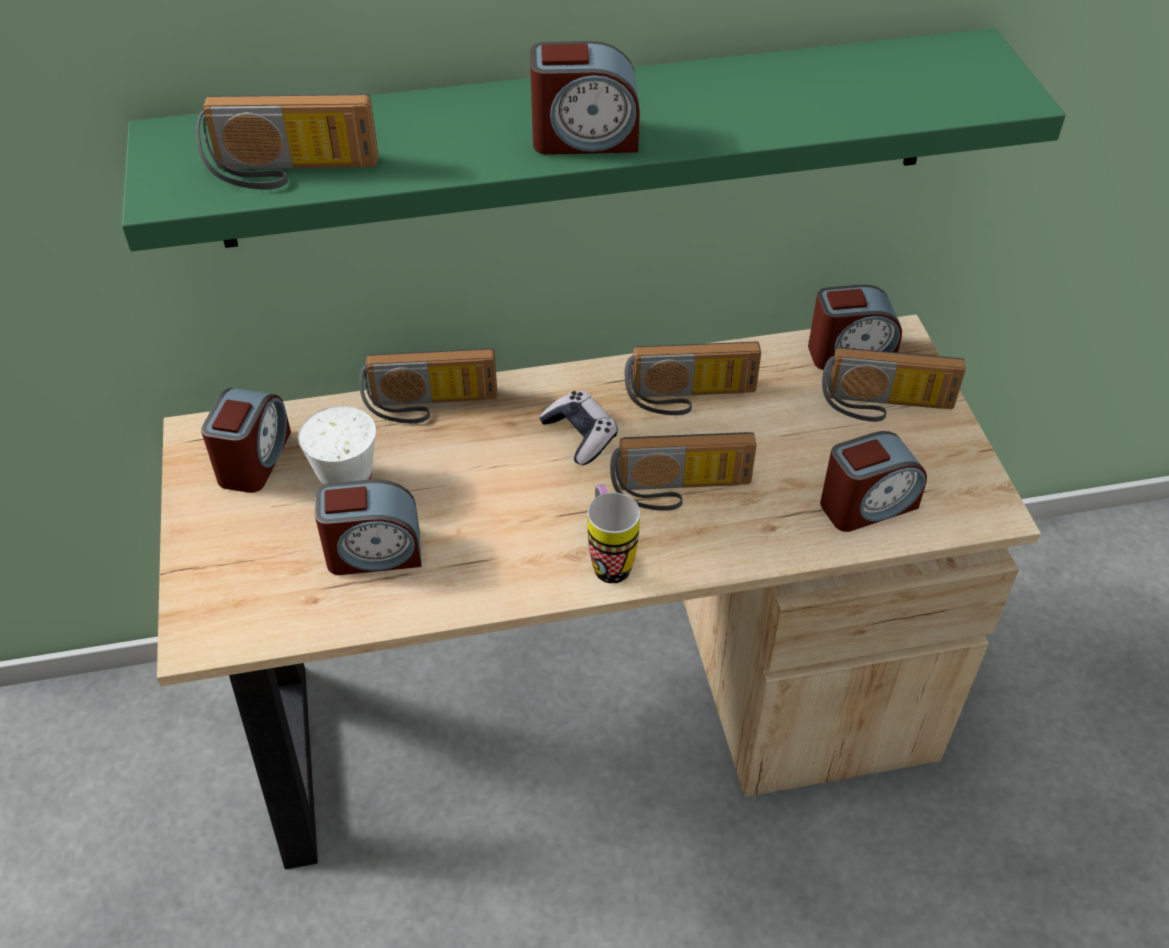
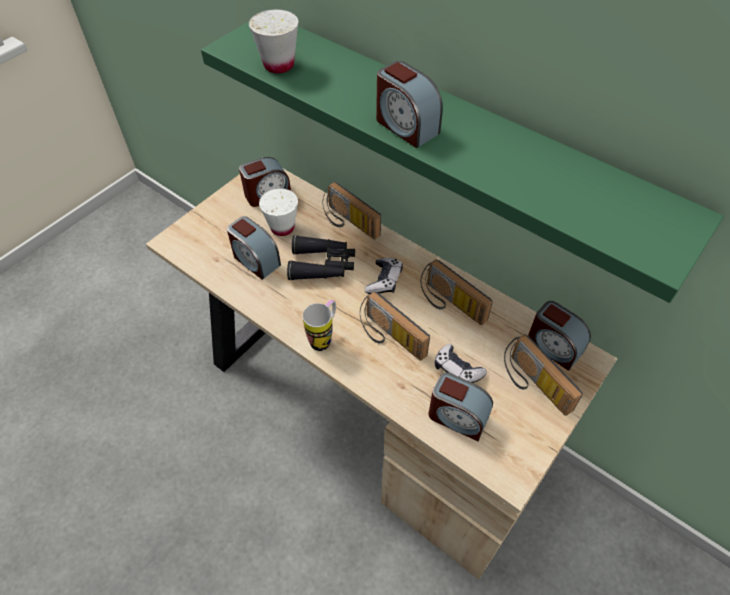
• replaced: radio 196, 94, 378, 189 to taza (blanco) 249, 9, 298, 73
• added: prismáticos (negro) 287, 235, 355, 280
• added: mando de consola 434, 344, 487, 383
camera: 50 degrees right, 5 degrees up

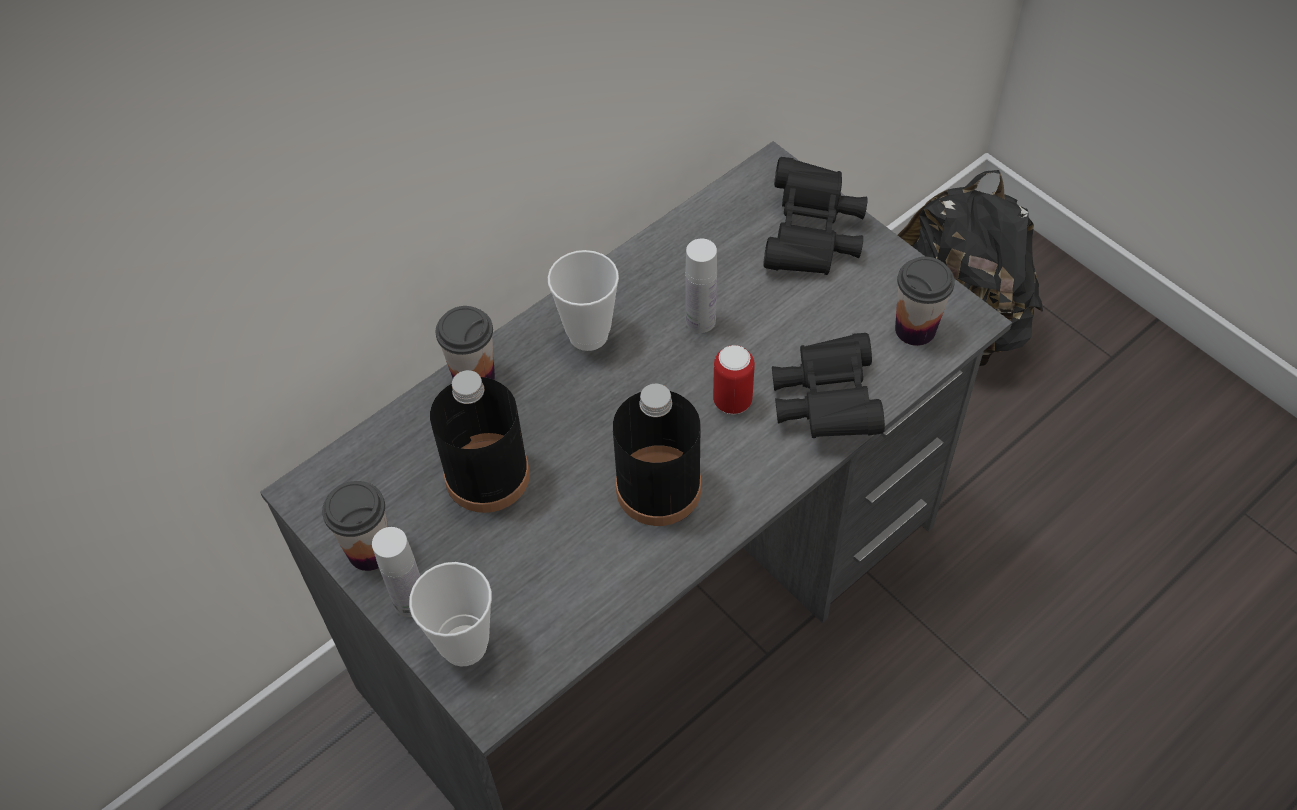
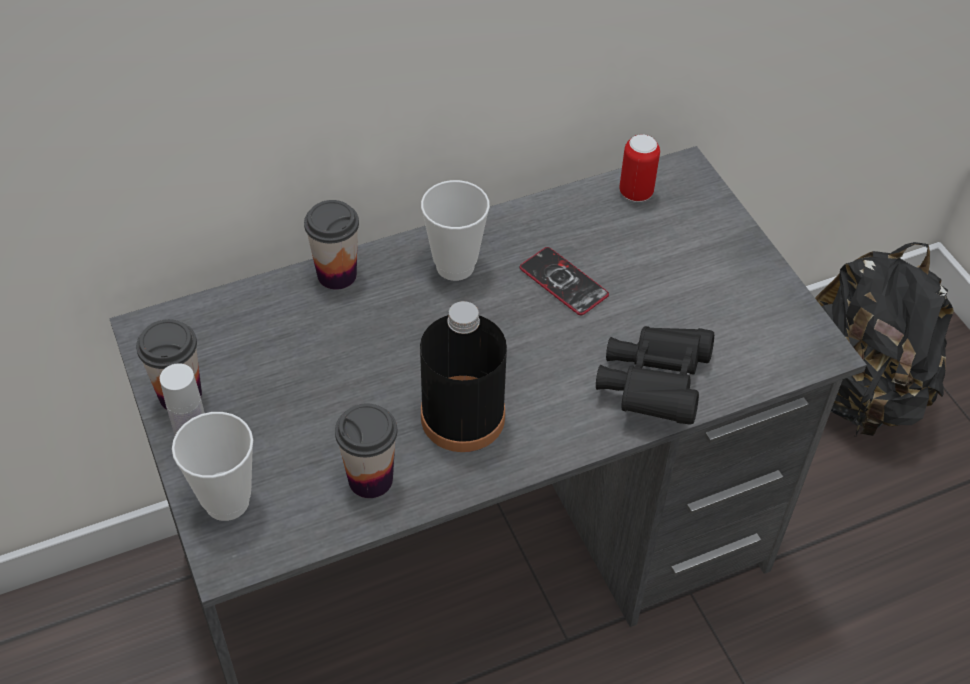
• removed: botella (negro) 430, 370, 530, 513
• replaced: botella (blanco) 685, 238, 717, 333 to móvil 520, 247, 609, 315
• moved: lata 713, 345, 755, 414 to 619, 134, 660, 202
• removed: prismáticos (negro) 763, 157, 868, 275
• moved: taza 895, 257, 955, 346 to 335, 403, 397, 498
camera: 15 degrees right, 5 degrees down

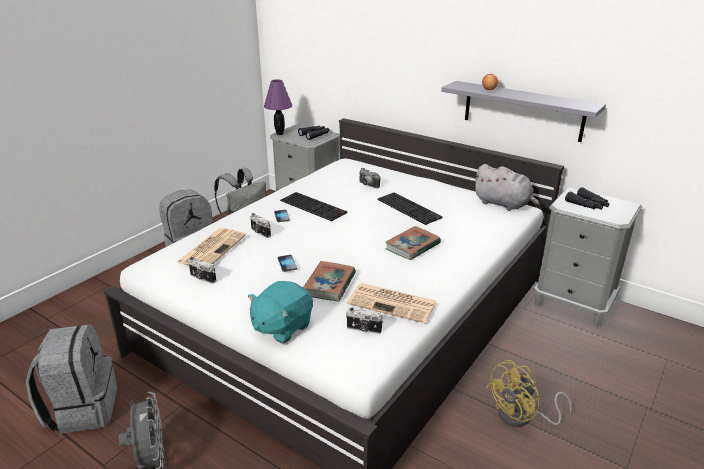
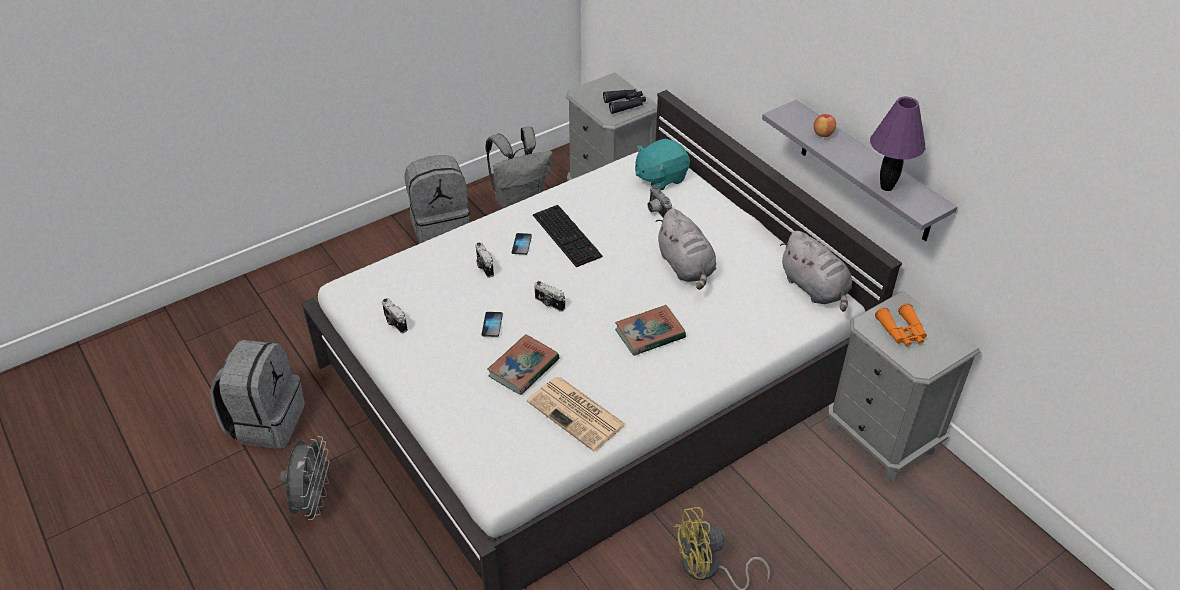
• removed: periódico 176, 228, 246, 266
• moved: peluche (turquesa) 248, 281, 313, 343 to 635, 139, 690, 190
• moved: lámpara de mesa (morado) 264, 79, 292, 135 to 870, 97, 925, 191
• moved: cámara 346, 308, 383, 334 to 534, 281, 565, 312
• replaced: teclado 378, 193, 443, 225 to peluche (gris) 656, 208, 716, 290
• recoloured: prismáticos (negro) 565, 187, 609, 210 to prismáticos (naranja) 875, 303, 927, 347
camera: 20 degrees right, 15 degrees up

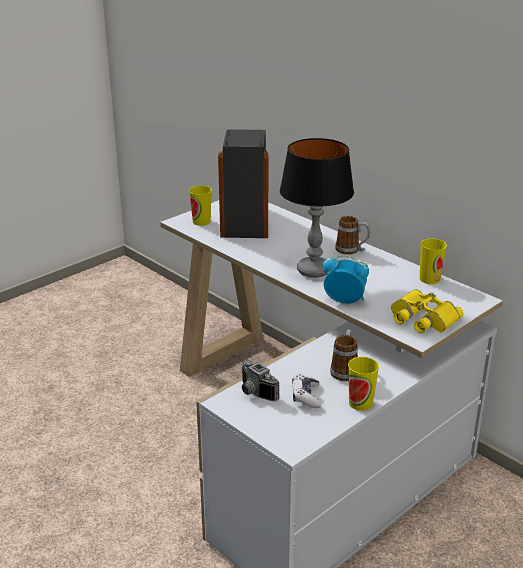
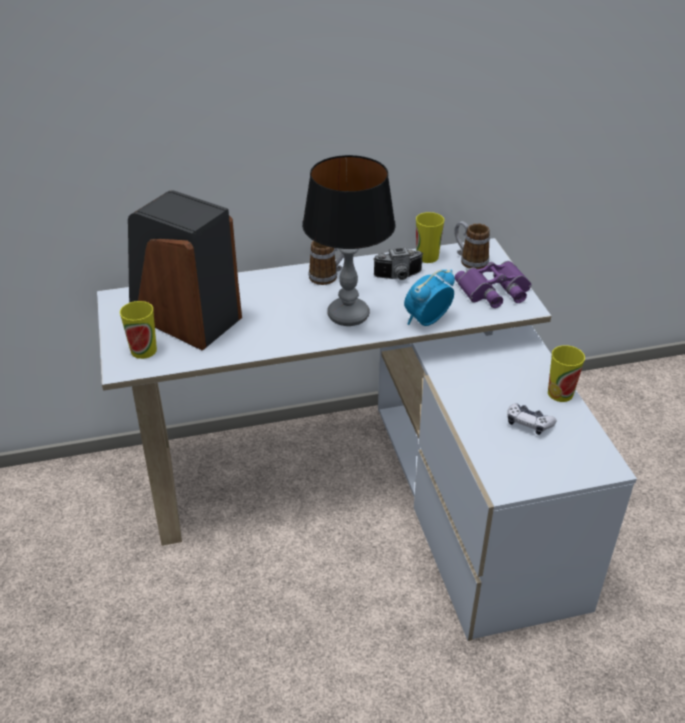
• moved: cámara 242, 360, 279, 401 to 374, 247, 423, 280
• moved: taza grande 330, 330, 358, 381 to 454, 221, 490, 269
• recoloured: prismáticos (amarillo) 391, 289, 464, 333 to prismáticos (morado) 455, 261, 531, 308
camera: 60 degrees left, 10 degrees up

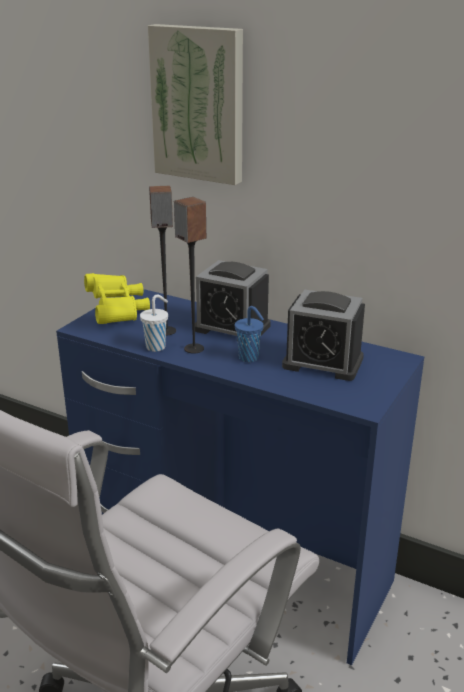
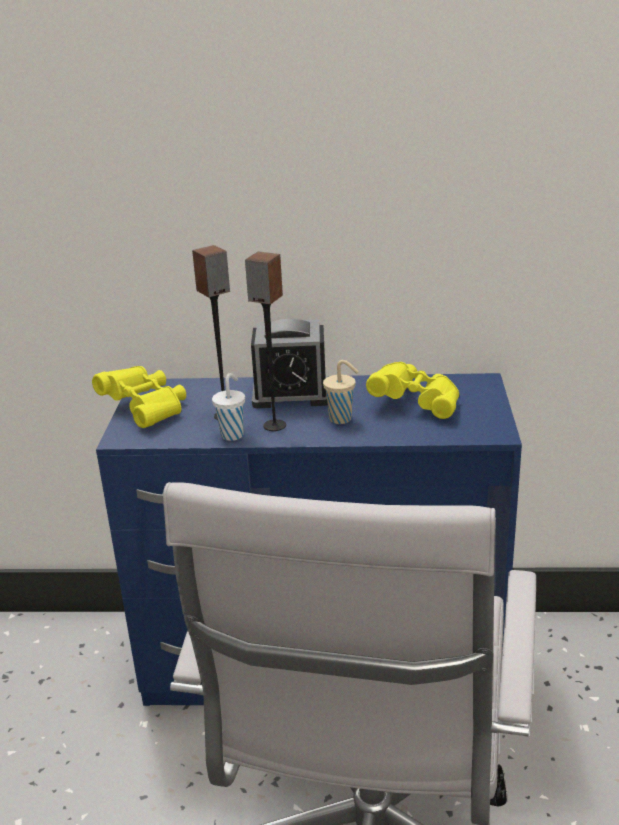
• removed: cuadro 148, 24, 243, 185
• recoloured: taza (azul) 235, 306, 264, 362 to taza (beis) 323, 360, 359, 424
• replaced: despertador 282, 290, 365, 381 to prismáticos (amarillo) 366, 362, 459, 419
camera: 25 degrees left, 0 degrees up

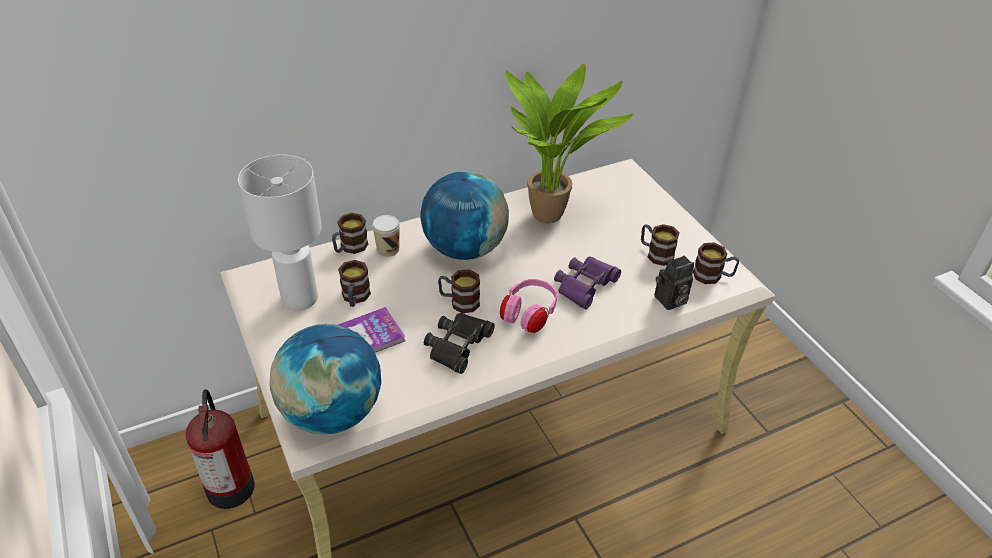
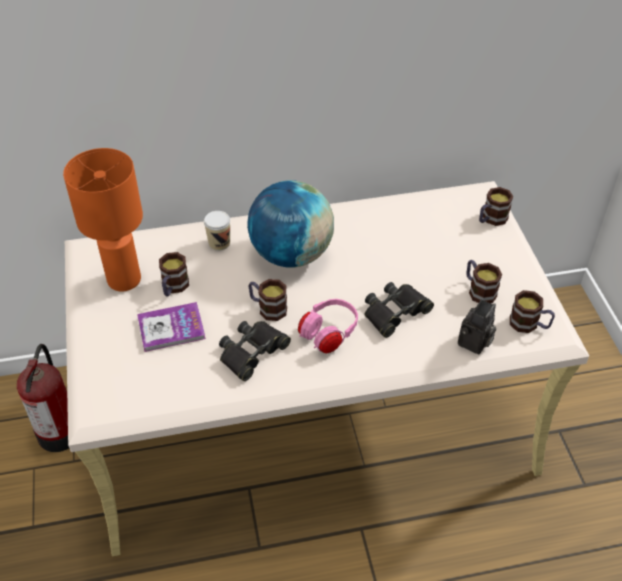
• recoloured: lámpara de mesa (blanco) 238, 154, 322, 311 to lámpara de mesa (naranja) 63, 148, 143, 291
• removed: globo terráqueo 269, 324, 381, 435
• moved: taza grande 332, 213, 368, 254 to 479, 187, 513, 226
• removed: planta en maceta 506, 64, 633, 223
• recoloured: prismáticos (morado) 554, 257, 621, 309 to prismáticos (negro) 365, 282, 434, 338
• turned: cámara 655, 256, 694, 310 = 458, 300, 496, 354 45 degrees counterclockwise
camera: 15 degrees right, 5 degrees up

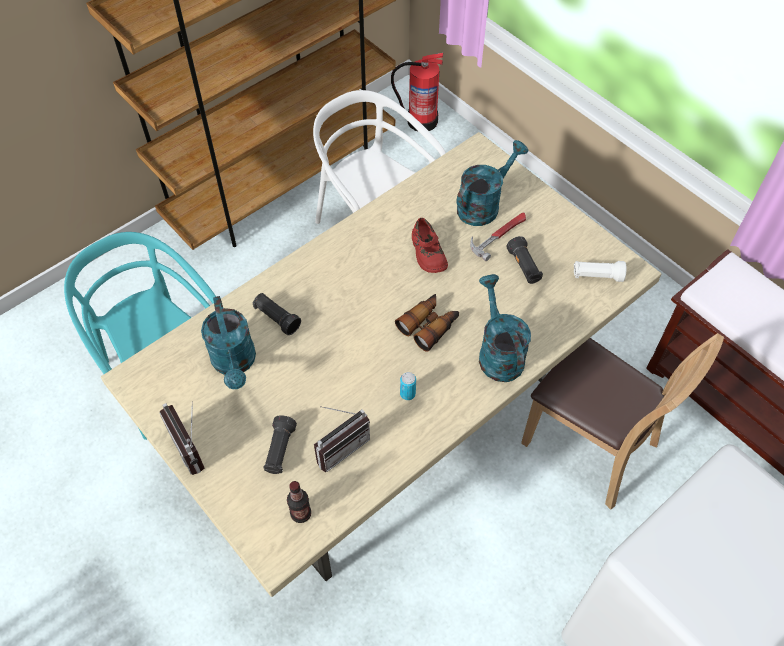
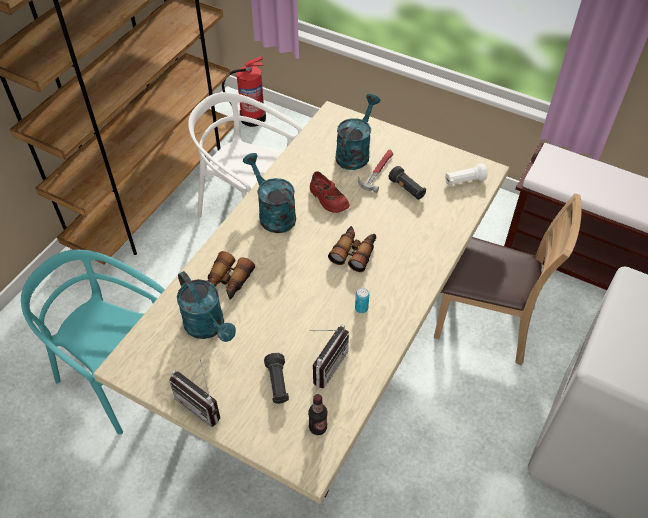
• replaced: linterna (negro) 252, 293, 301, 335 to prismáticos 208, 251, 255, 300
• moved: regadera (turquesa) 479, 274, 531, 382 to 243, 153, 296, 233
camera: 20 degrees left, 5 degrees down

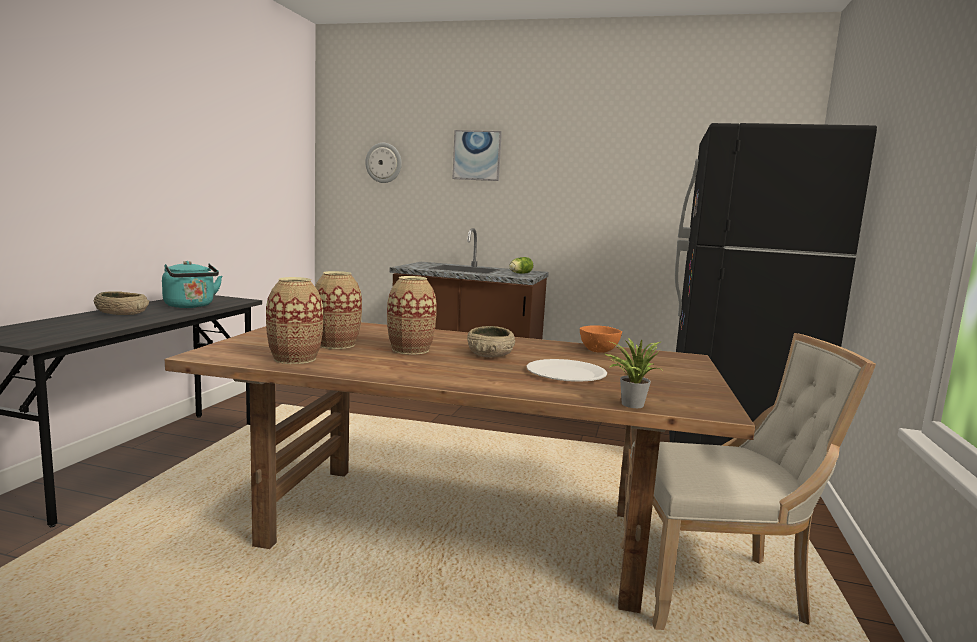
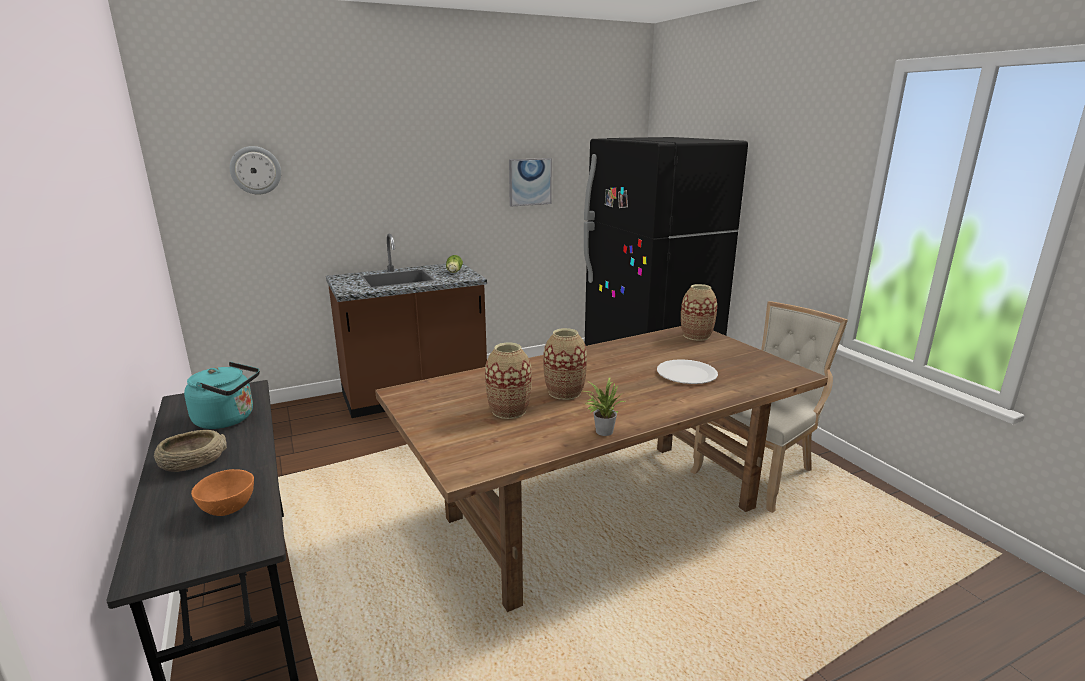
• moved: florero 266, 277, 323, 364 to 681, 284, 717, 341
• moved: cuadro 452, 130, 502, 181 to 509, 158, 552, 207
• removed: cuenco (beis) 467, 326, 515, 357
• moved: cuenco (naranja) 580, 325, 622, 353 to 191, 469, 254, 516
• moved: planta en maceta 605, 338, 663, 408 to 585, 377, 625, 436
camera: 40 degrees left, 10 degrees up

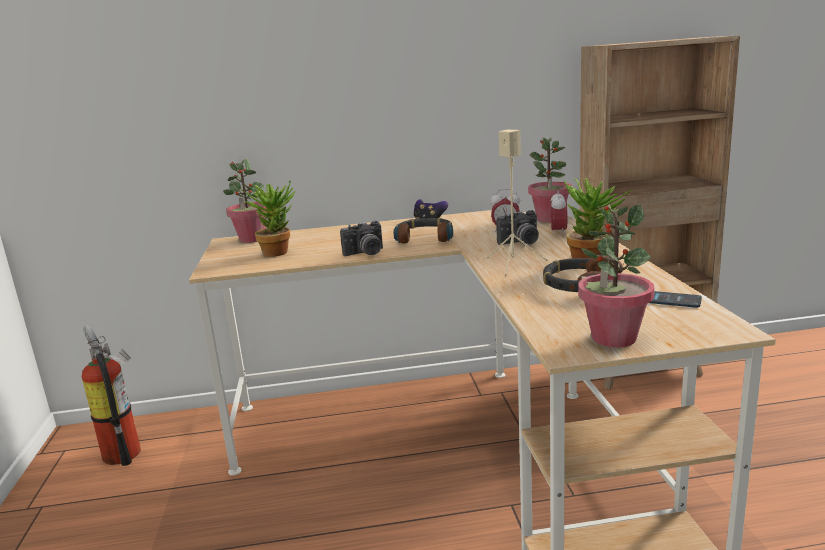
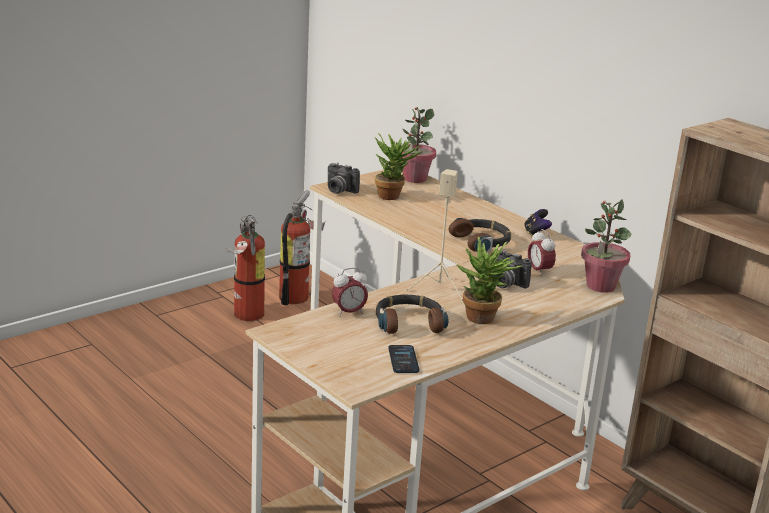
• moved: cámara 340, 220, 383, 256 to 327, 163, 360, 194
• moved: despertador 551, 190, 567, 236 to 332, 267, 368, 317
• removed: planta en maceta 578, 204, 654, 347
• added: extintor 226, 215, 265, 321
camera: 55 degrees right, 5 degrees up

